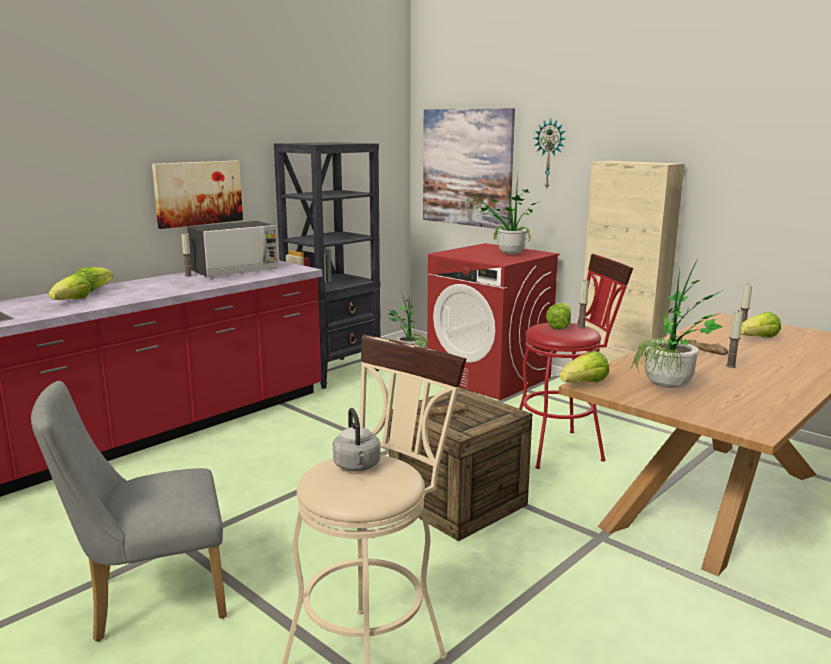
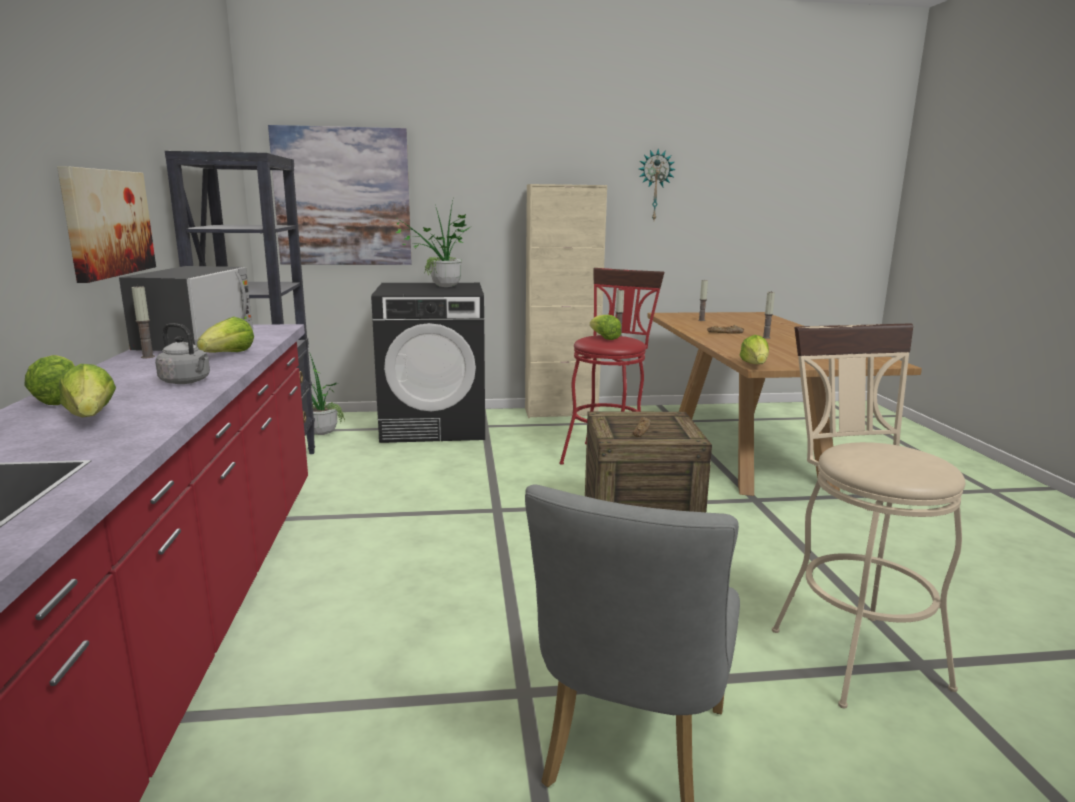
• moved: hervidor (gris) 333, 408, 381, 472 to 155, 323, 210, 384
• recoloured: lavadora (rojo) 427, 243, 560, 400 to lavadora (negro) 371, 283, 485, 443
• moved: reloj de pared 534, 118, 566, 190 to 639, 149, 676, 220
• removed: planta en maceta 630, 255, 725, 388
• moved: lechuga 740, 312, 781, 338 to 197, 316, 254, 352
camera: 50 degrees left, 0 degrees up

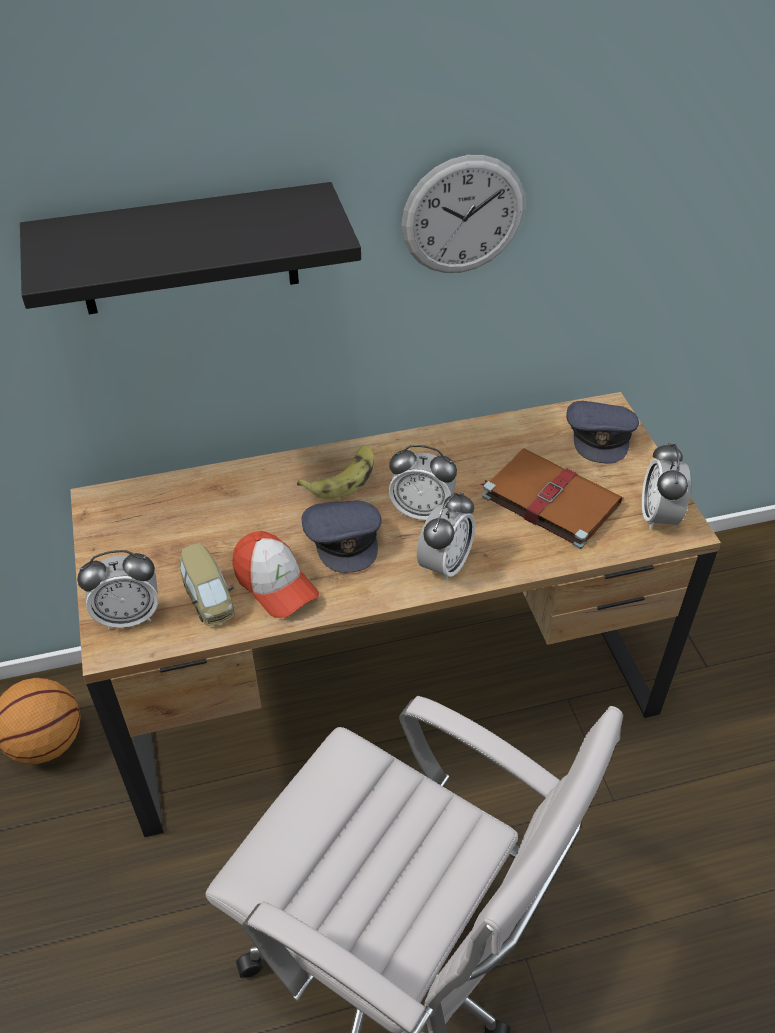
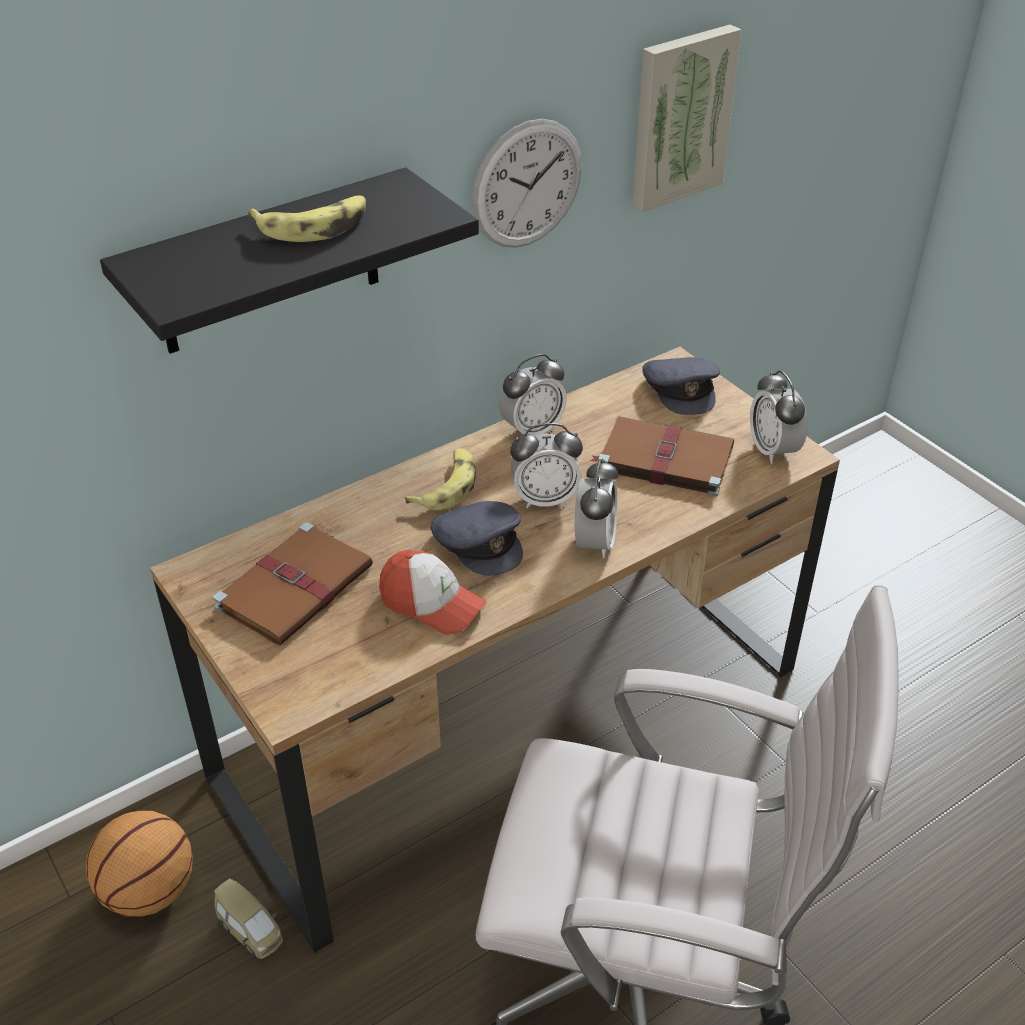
• moved: despertador 77, 550, 158, 629 to 498, 354, 567, 436
• moved: coche de juguete 179, 543, 235, 626 to 214, 879, 283, 959
• added: libro (marrón) 213, 522, 373, 645
• added: plátano 248, 195, 366, 242
• added: cuadro 632, 24, 741, 212
camera: 20 degrees left, 5 degrees down

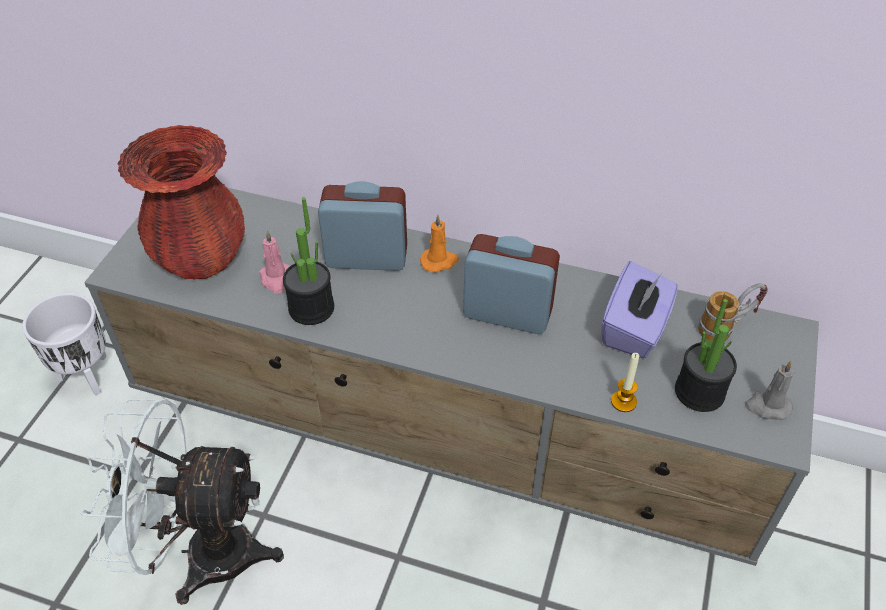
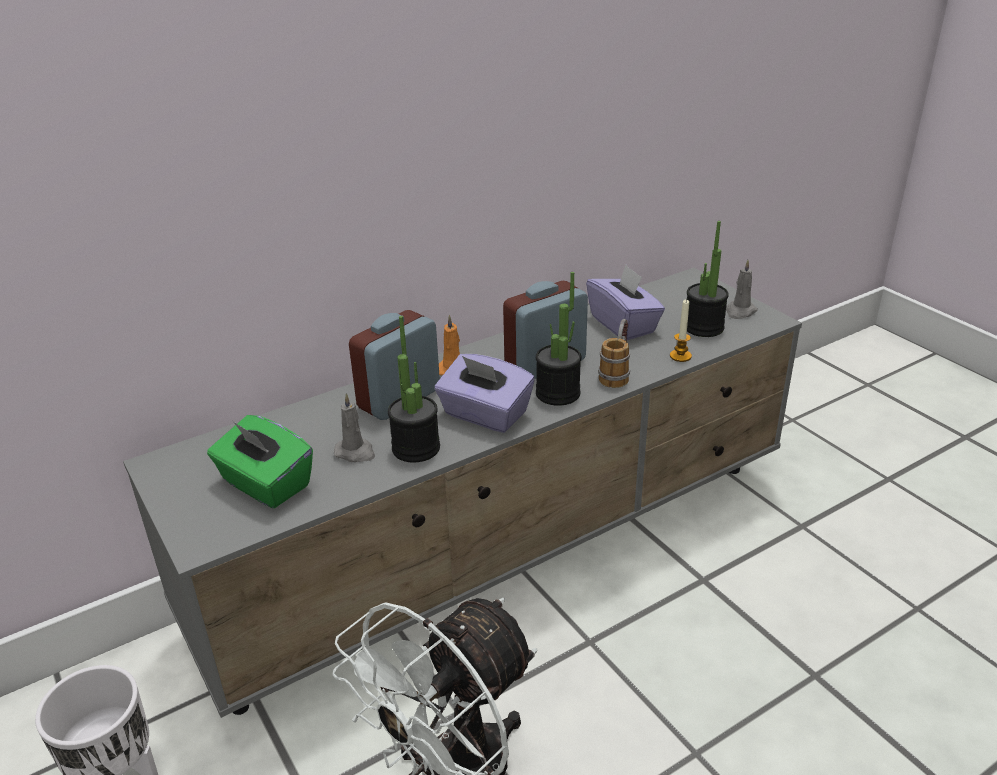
• replaced: florero (rojo) 117, 125, 245, 280 to caja de pañuelos (verde) 207, 415, 313, 508
• recoloured: vela (rosa) 259, 231, 290, 293 to vela (gris) 334, 393, 375, 462
• moved: taza grande 698, 283, 768, 341 to 598, 319, 630, 388
• added: caja de pañuelos (morado) 435, 354, 535, 433
• added: planta en maceta 536, 272, 581, 406
camera: 50 degrees left, 15 degrees down

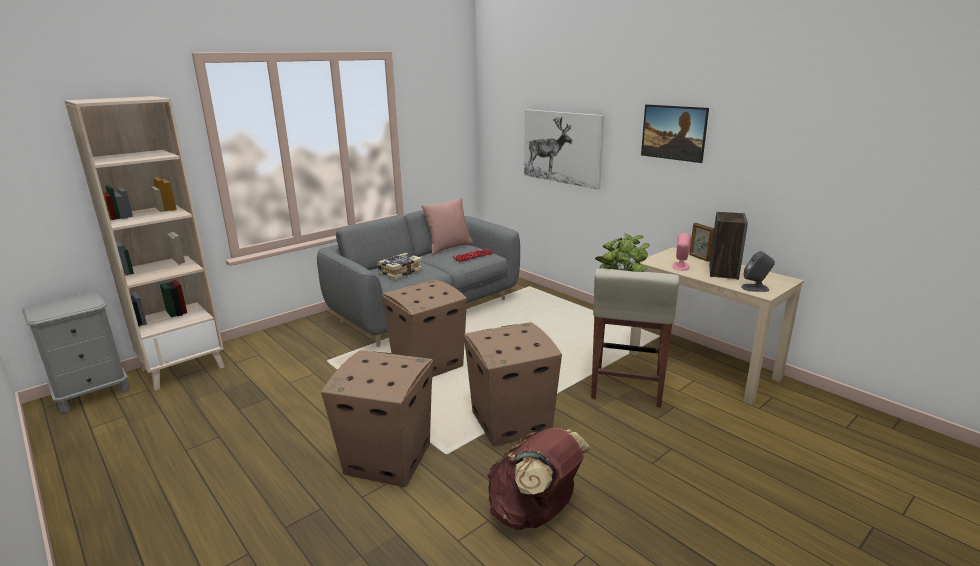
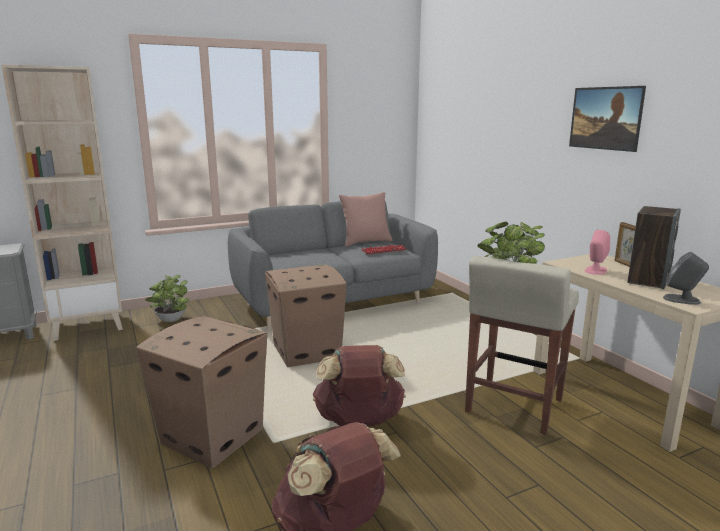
• removed: libro 377, 253, 423, 280
• replaced: caja de cartón 464, 322, 562, 447 to mochila (marrón) 313, 345, 405, 426
• removed: cuadro 524, 110, 604, 190
• added: planta en maceta 145, 275, 190, 322
camera: 15 degrees right, 5 degrees down

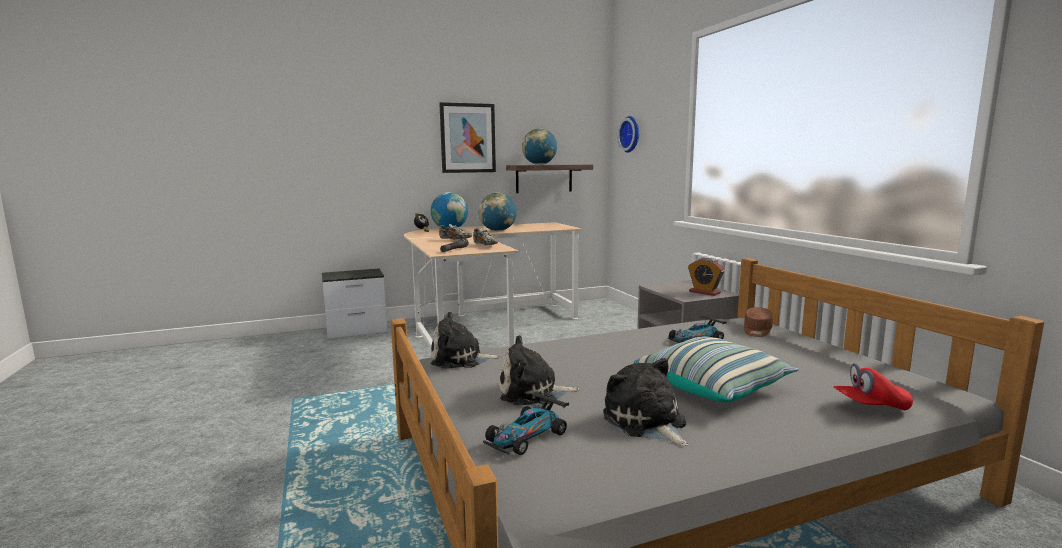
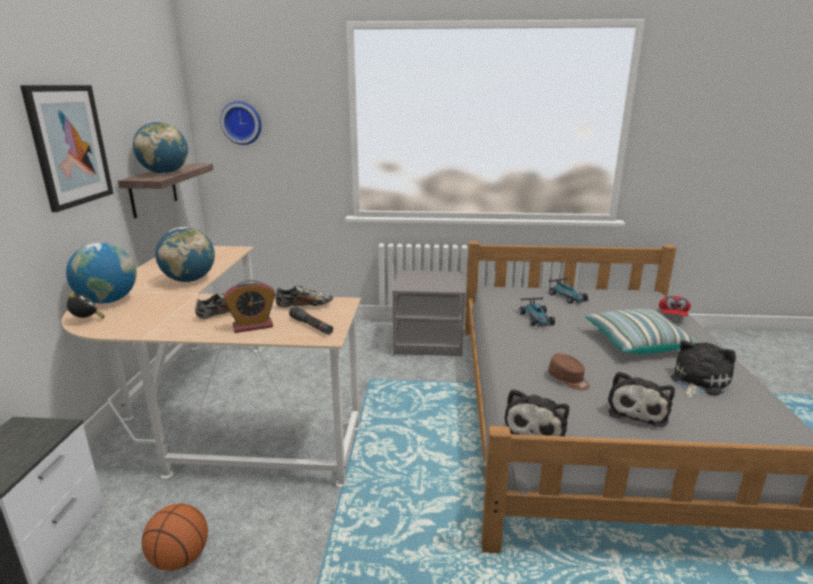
• moved: coche de juguete 483, 392, 569, 455 to 549, 278, 589, 304
• turned: peluche 603, 358, 688, 446 = 671, 341, 736, 398 135 degrees clockwise
• moved: despertador 688, 258, 724, 296 to 223, 280, 275, 333
• moved: gorra (marrón) 744, 307, 773, 337 to 548, 353, 590, 390
• added: balón de baloncesto 142, 503, 208, 571
camera: 65 degrees left, 10 degrees up

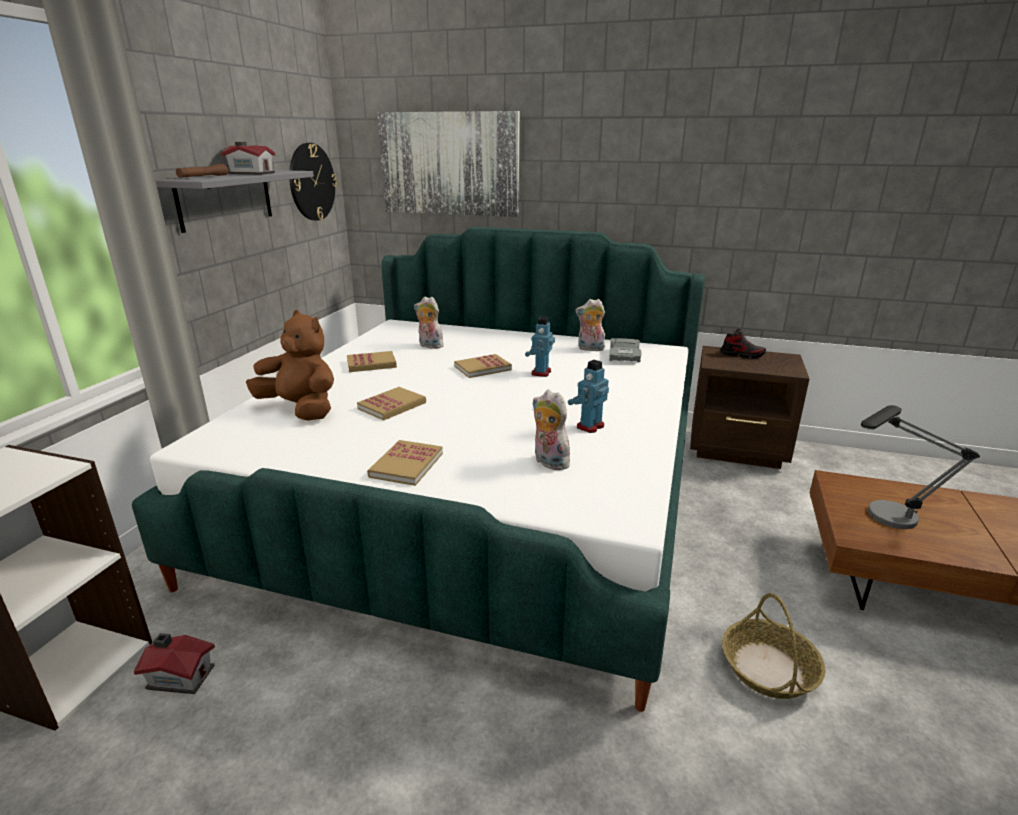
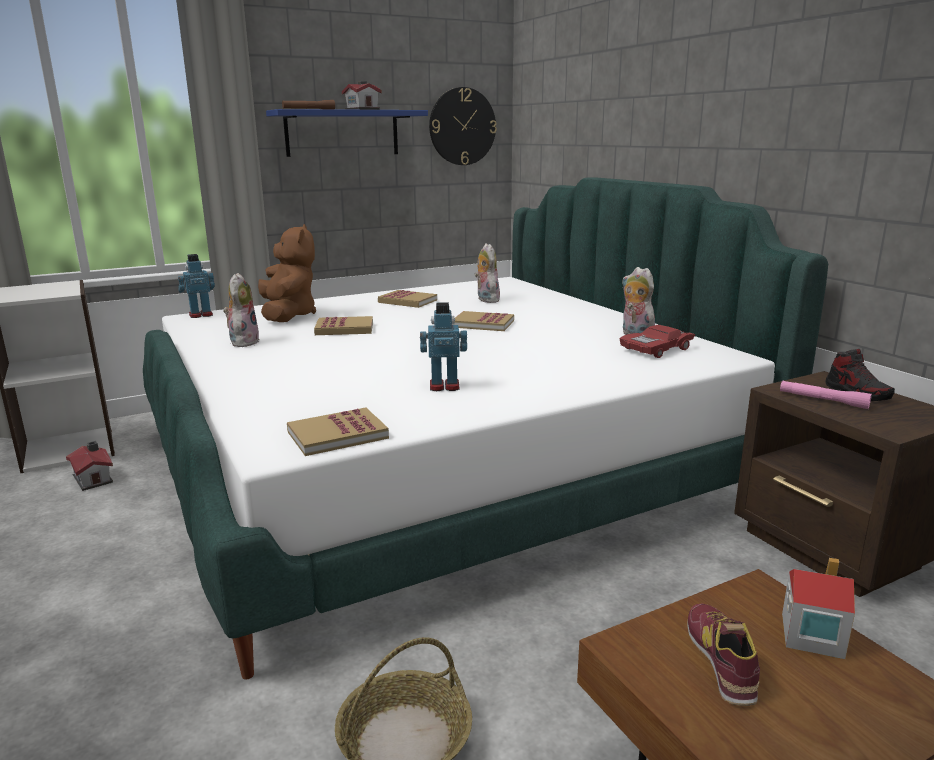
• recoloured: estante (gris) 155, 170, 314, 233 to estante (azul) 266, 109, 428, 157
• moved: libro 367, 440, 443, 486 to 287, 408, 389, 456
• removed: cuadro 377, 111, 520, 217
• moved: robot de juguete 525, 317, 555, 377 to 178, 254, 215, 318
• moved: peluche 533, 390, 570, 471 to 223, 273, 260, 347
• recoloured: coche de juguete (gris) 609, 338, 642, 362 to coche de juguete (rojo) 619, 325, 696, 358
• replaced: lámpara de mesa 861, 405, 980, 529 to zapato 687, 604, 760, 706
• added: linterna (rosa) 780, 381, 872, 409
• added: casita 782, 558, 855, 659
camera: 45 degrees right, 5 degrees down

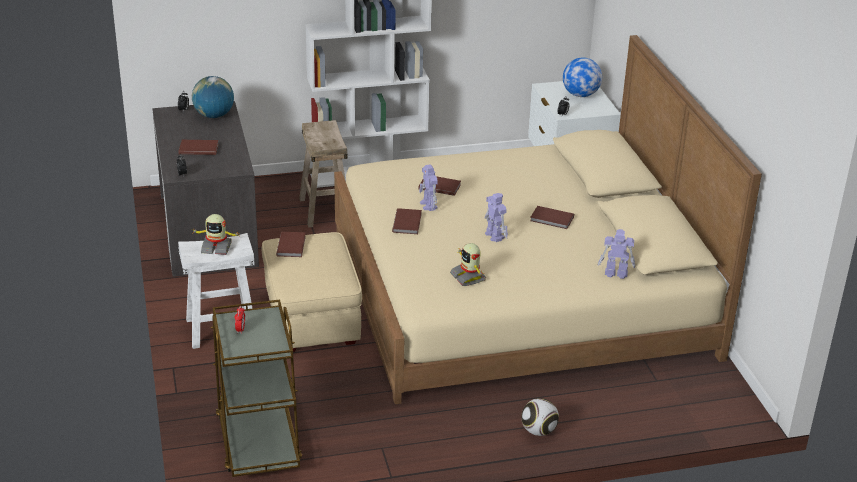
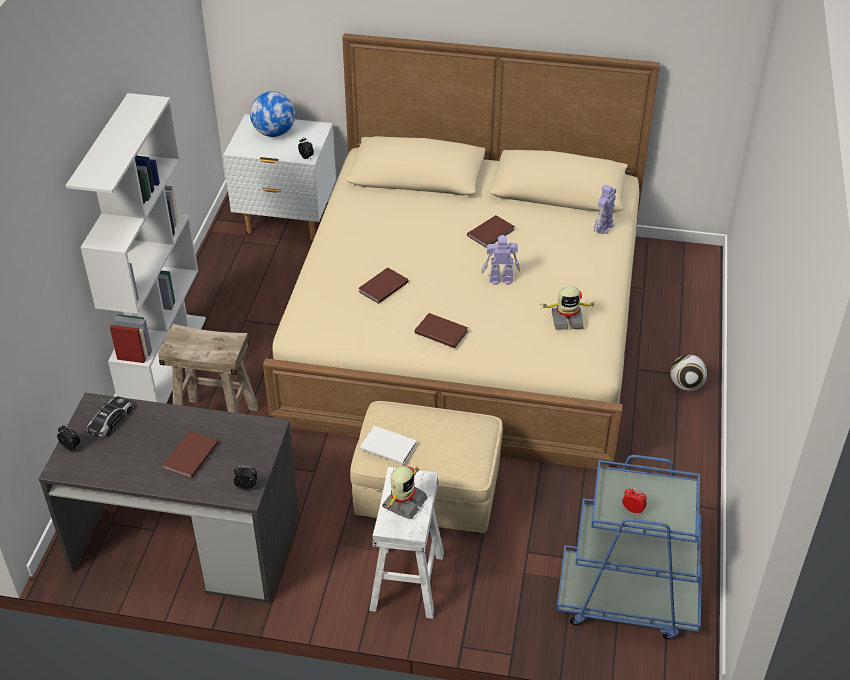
• replaced: globo terráqueo 192, 76, 234, 118 to coche de juguete 87, 397, 132, 437
• recoloured: carrito (marrón) 211, 299, 302, 477 to carrito (azul) 556, 455, 702, 639
• recoloured: libro (marrón) 276, 232, 306, 257 to libro (blanco) 360, 426, 417, 465
• removed: robot de juguete 419, 164, 438, 211
camera: 65 degrees left, 10 degrees up

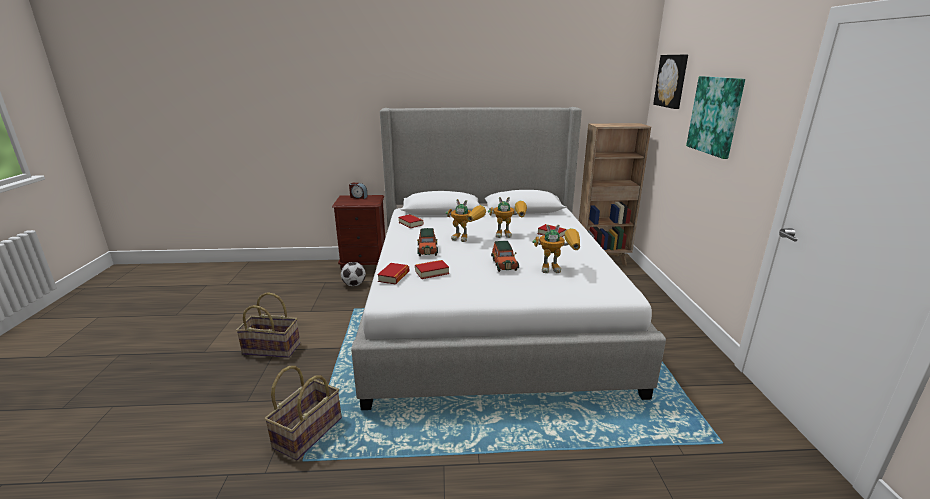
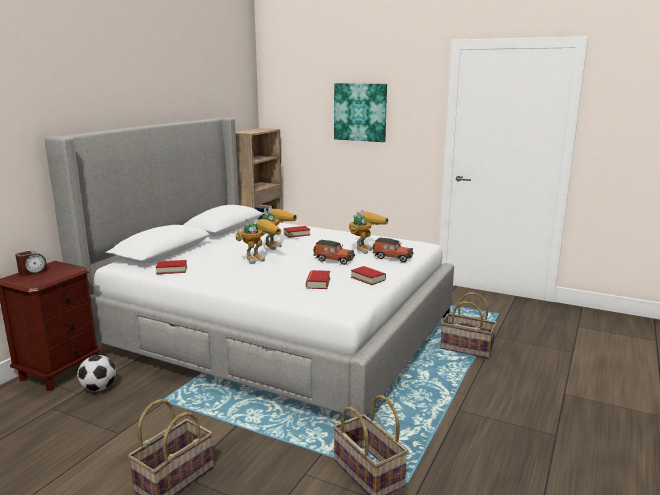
• moved: libro 377, 263, 409, 285 to 351, 266, 386, 285
• moved: coche de juguete 417, 228, 438, 256 to 373, 238, 414, 262
• removed: cuadro 653, 55, 688, 109
• added: cesta 440, 292, 497, 359
camera: 60 degrees left, 5 degrees down

